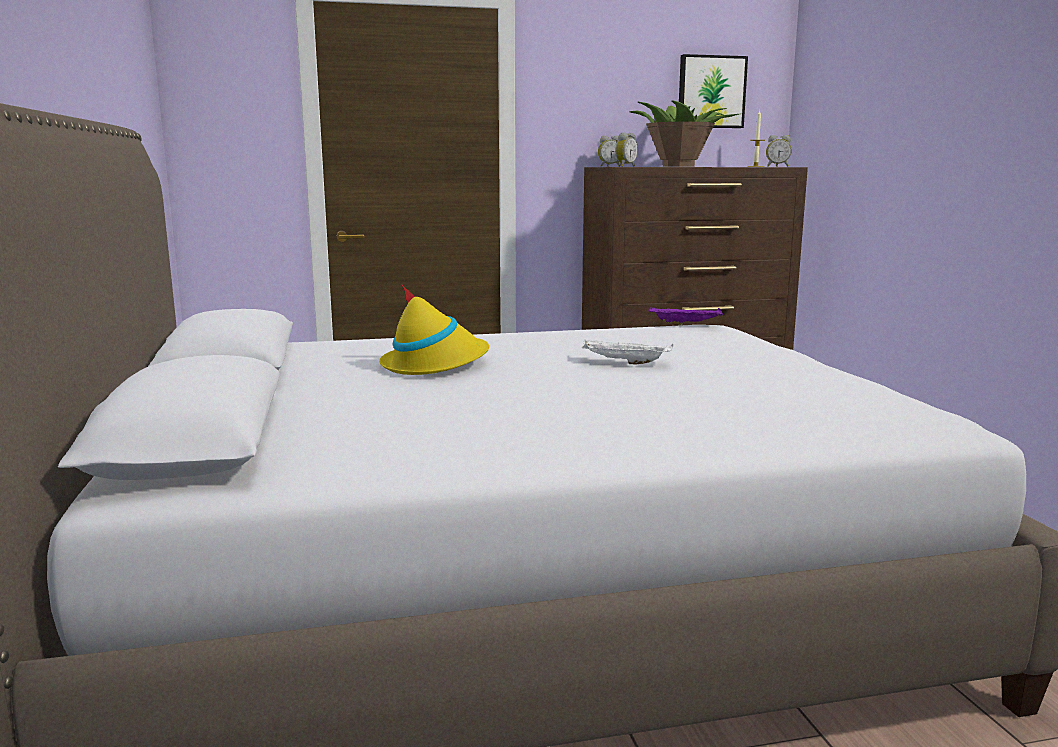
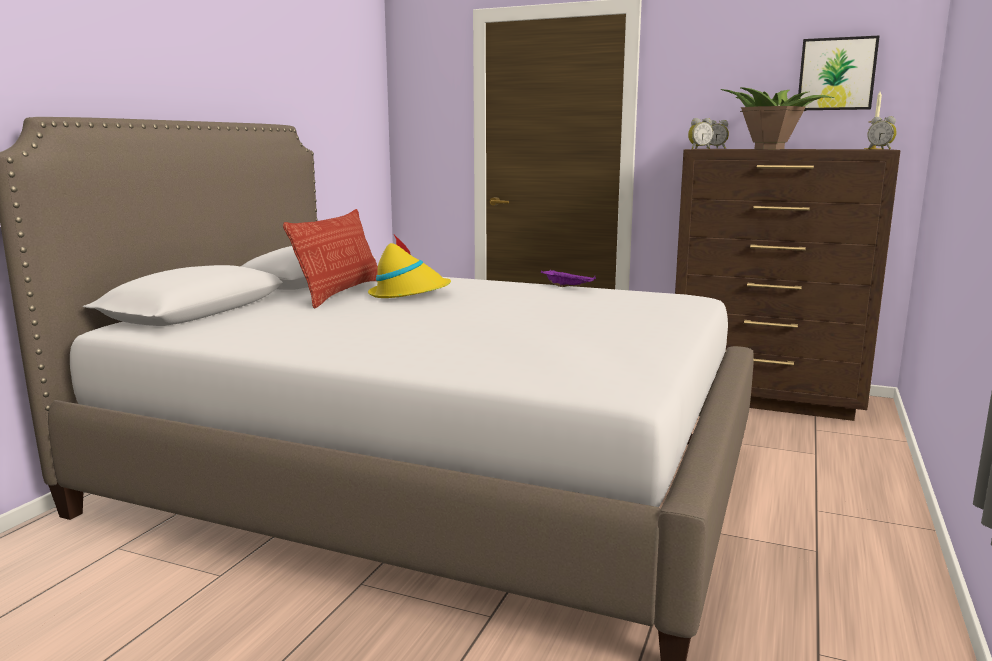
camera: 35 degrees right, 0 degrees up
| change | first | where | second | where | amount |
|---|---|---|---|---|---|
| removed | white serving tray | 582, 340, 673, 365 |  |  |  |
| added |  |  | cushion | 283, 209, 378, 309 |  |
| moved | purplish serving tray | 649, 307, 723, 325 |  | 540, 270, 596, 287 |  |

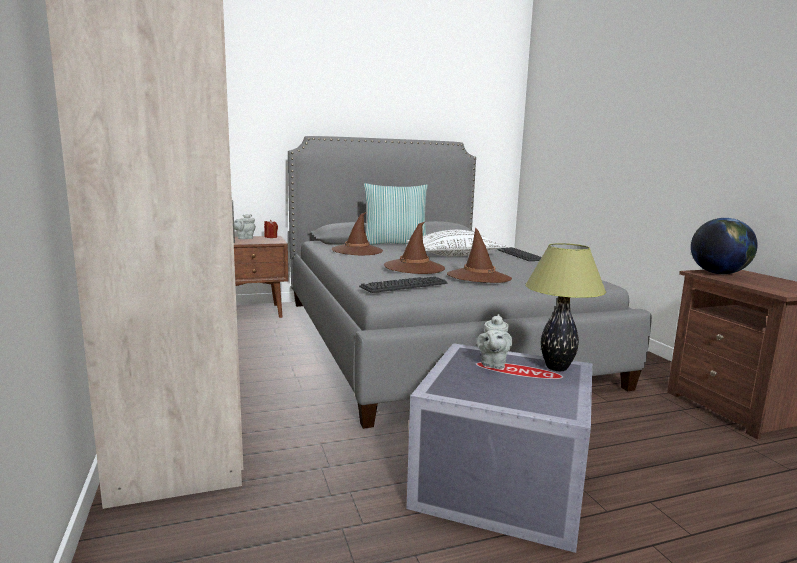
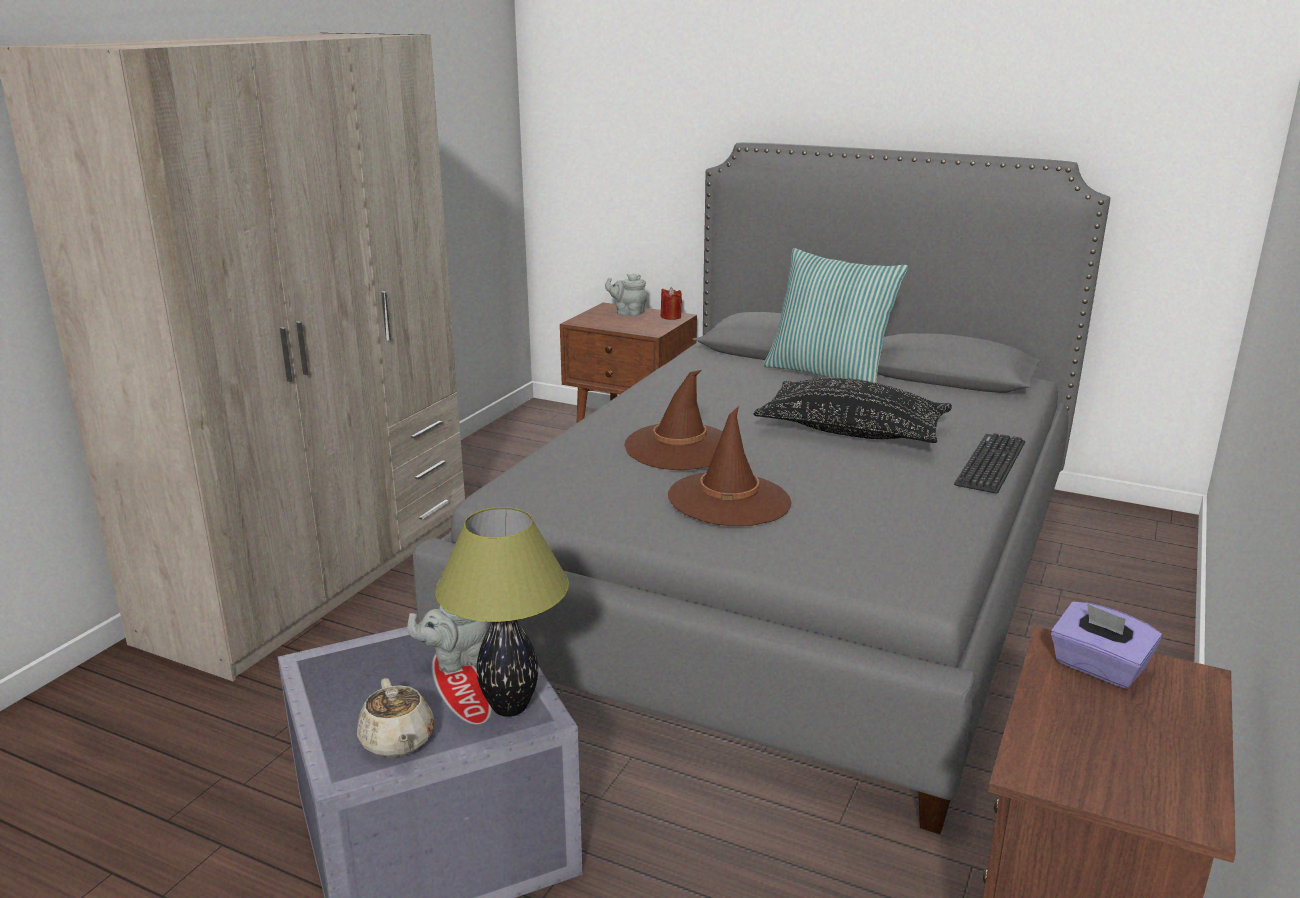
camera: 45 degrees right, 10 degrees up
| change | first | where | second | where | amount |
|---|---|---|---|---|---|
| removed | brown-coloured hat | 332, 212, 383, 255 |  |  |  |
| removed | PC keyboard | 359, 277, 447, 293 |  |  |  |
| added |  |  | sand-coloured pot for tea | 357, 678, 434, 758 |  |
| replaced | globe | 691, 218, 758, 274 | purplish box of tissues | 1051, 601, 1162, 689 |  |
| recoloured | white cushion | 407, 230, 506, 256 | blackish cushion | 754, 378, 952, 443 |  |

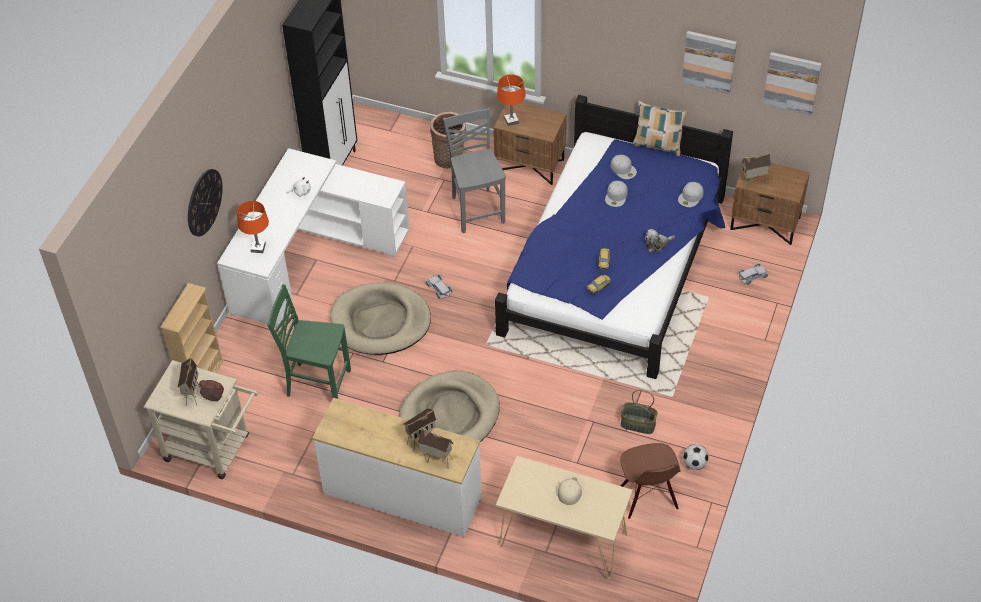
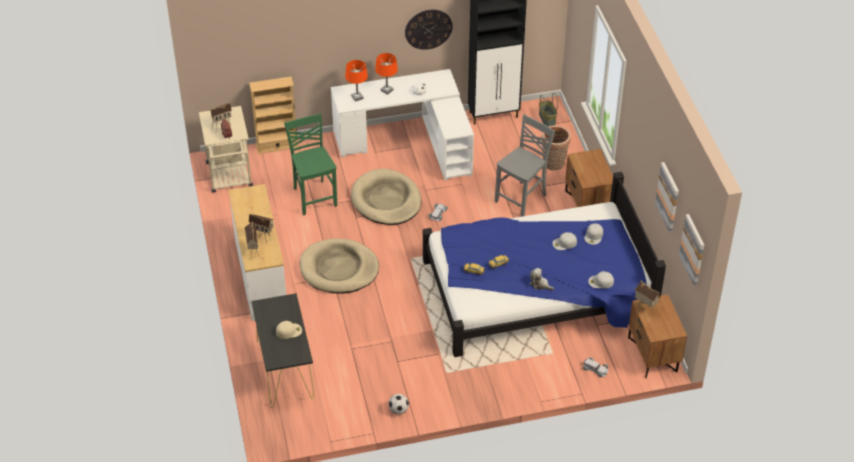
camera: 55 degrees right, 5 degrees down
| change | first | where | second | where | amount |
|---|---|---|---|---|---|
| removed | brown-coloured chair | 620, 443, 680, 519 |  |  |  |
| removed | cushion | 632, 101, 687, 156 |  |  |  |
| moved | wall clock | 188, 169, 223, 236 |  | 405, 9, 453, 50 |  |
| moved | orange-coloured lamp for a table | 497, 74, 525, 126 |  | 375, 53, 398, 95 |  |
| moved | household basket | 621, 390, 658, 434 |  | 539, 93, 558, 127 |  |
| recoloured | sand-coloured console table | 496, 456, 633, 580 | blackish console table | 251, 293, 315, 407 |  |

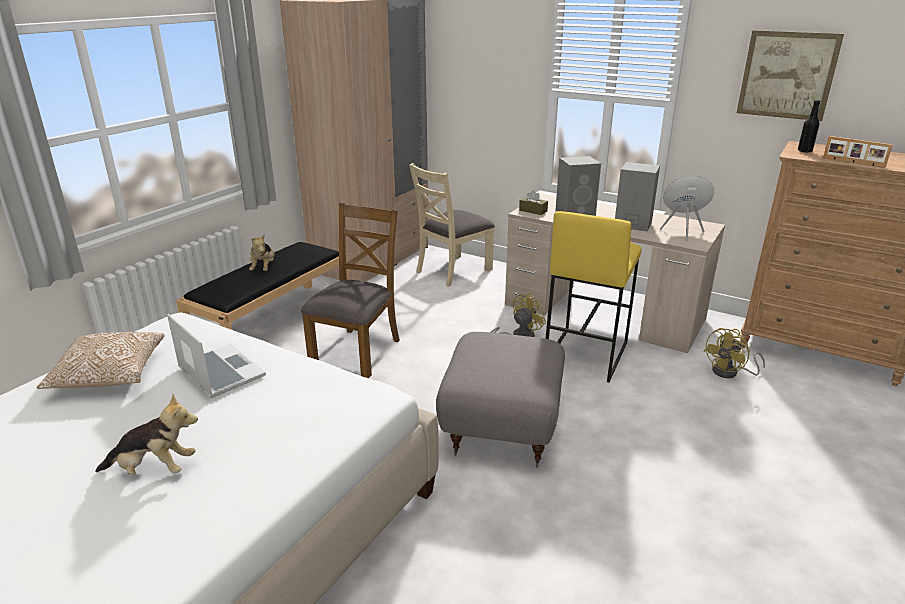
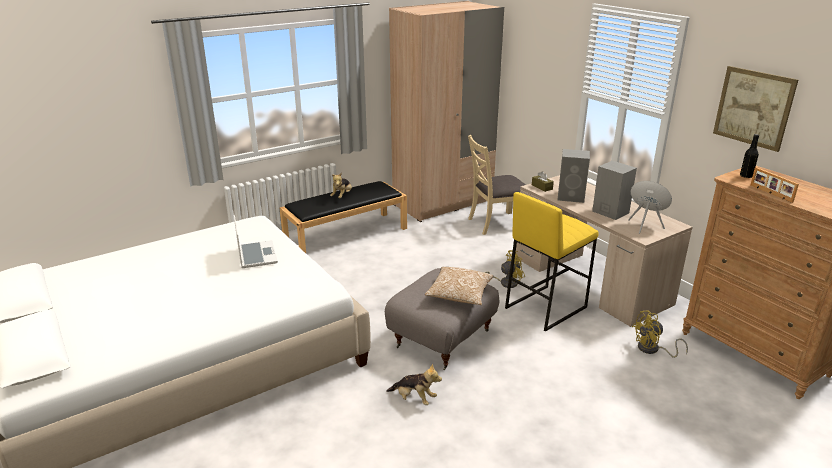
camera: 25 degrees right, 0 degrees up
| change | first | where | second | where | amount |
|---|---|---|---|---|---|
| removed | brown-coloured chair | 301, 203, 400, 378 |  |  |  |
| moved | cushion | 37, 332, 165, 389 |  | 425, 267, 493, 305 |  |
| moved | plush toy | 95, 394, 198, 475 |  | 386, 363, 442, 405 |  |

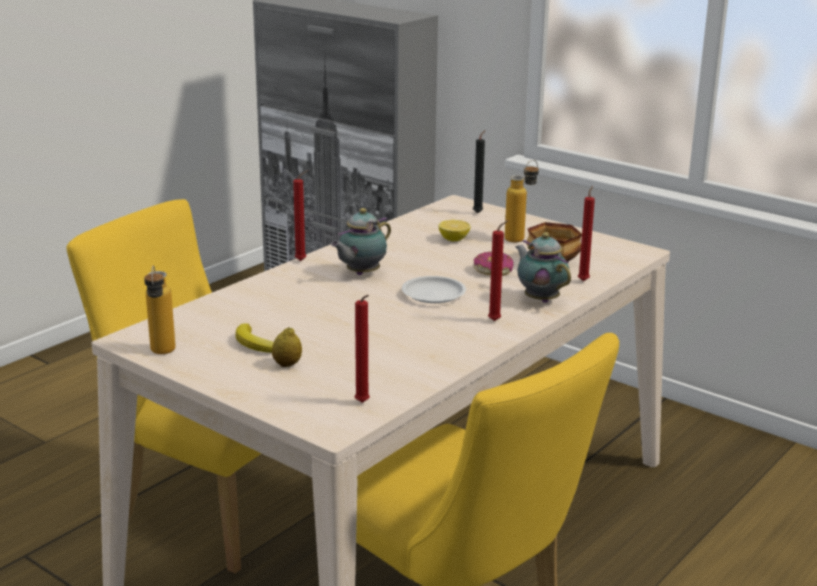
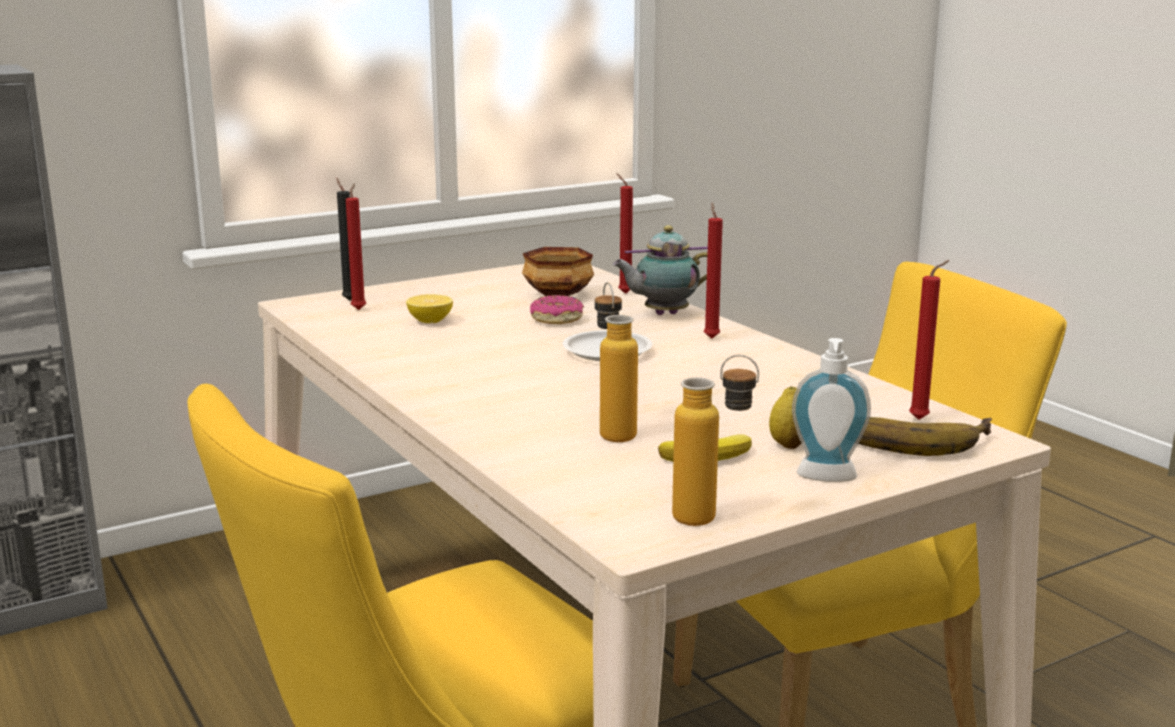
camera: 70 degrees left, 5 degrees down
| change | first | where | second | where | amount |
|---|---|---|---|---|---|
| removed | pot for tea | 331, 208, 391, 275 |  |  |  |
| added |  |  | liquid soap bottle | 792, 338, 871, 482 |  |
| added |  |  | banana fruit | 858, 417, 992, 456 |  |
| moved | red-coloured candle | 293, 170, 308, 261 |  | 346, 183, 366, 310 |  |
| moved | drink bottle | 505, 160, 539, 243 |  | 595, 282, 638, 442 |  |

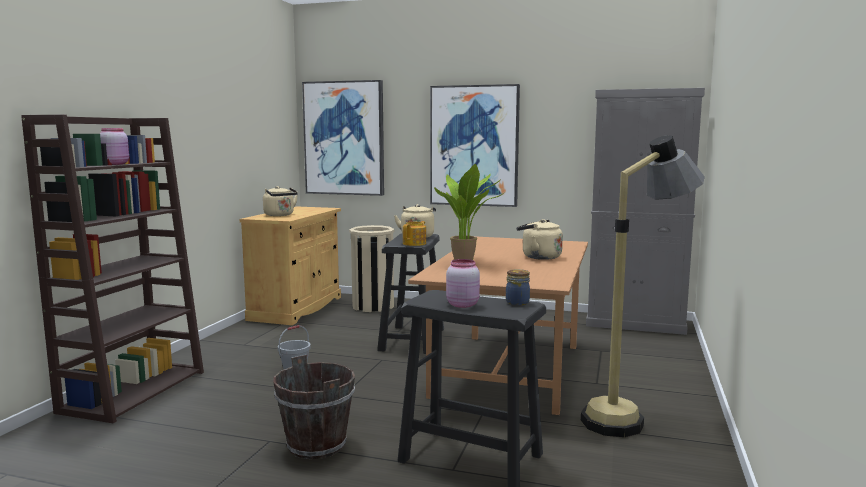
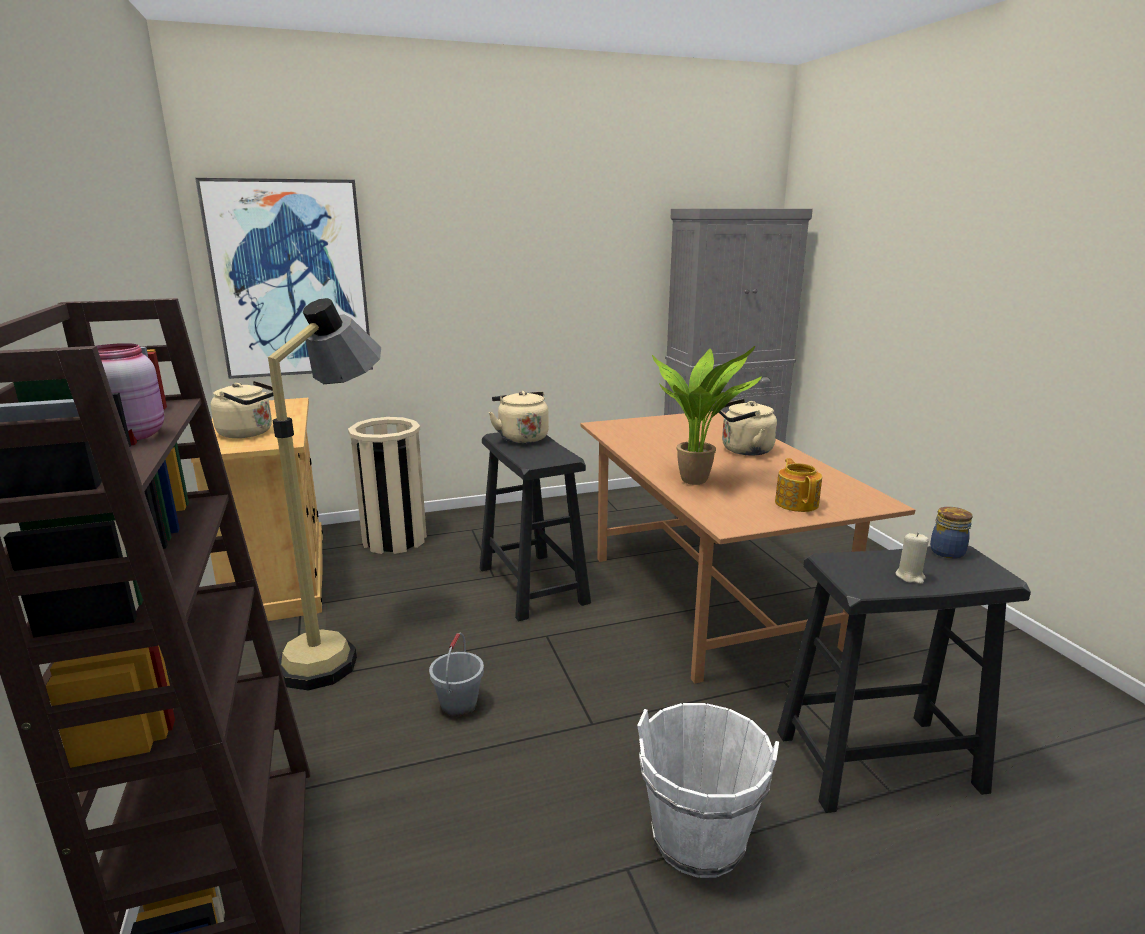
camera: 35 degrees left, 10 degrees up
| change | first | where | second | where | amount |
|---|---|---|---|---|---|
| removed | wall picture | 430, 84, 520, 207 |  |  |  |
| moved | pot for tea | 403, 221, 426, 246 |  | 775, 458, 822, 512 |  |
| moved | standing lamp | 581, 135, 705, 437 |  | 268, 298, 381, 690 |  |
| replaced | pink-coloured storage jar | 446, 259, 480, 308 | sand-coloured candle | 895, 533, 929, 584 |  |
| recoloured | brown-coloured bucket | 273, 355, 355, 459 | white bucket | 637, 703, 779, 878 |  |

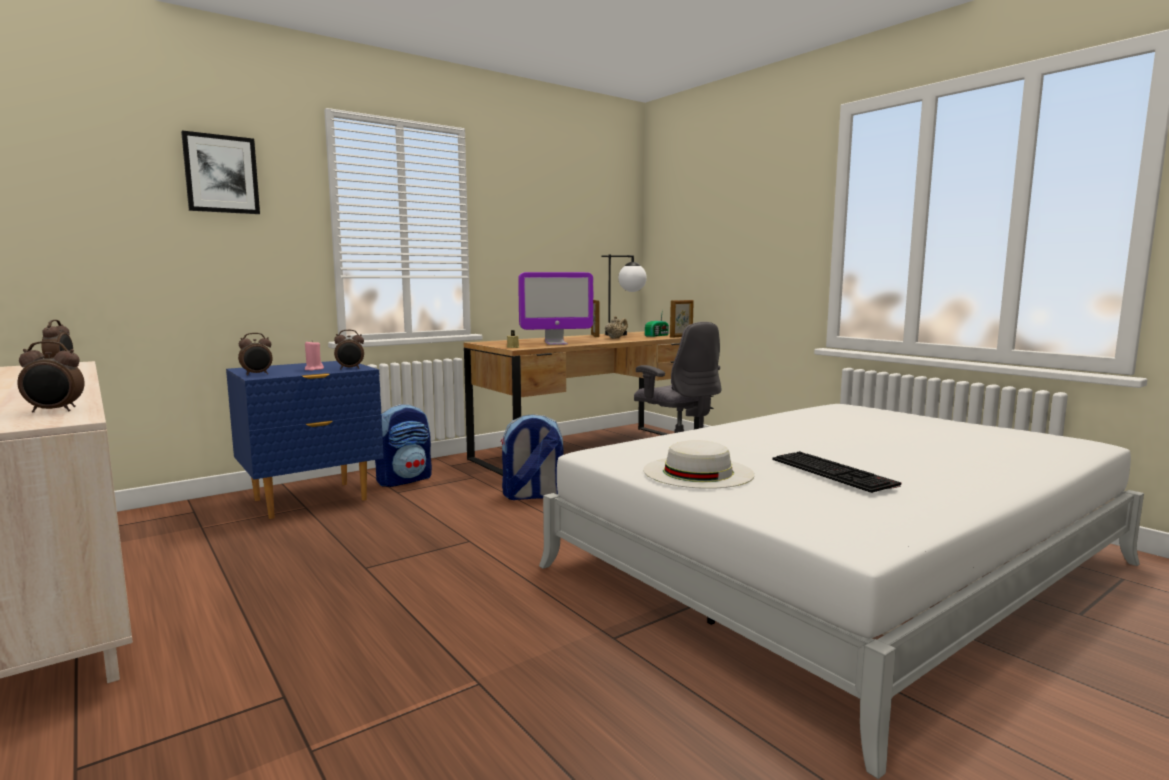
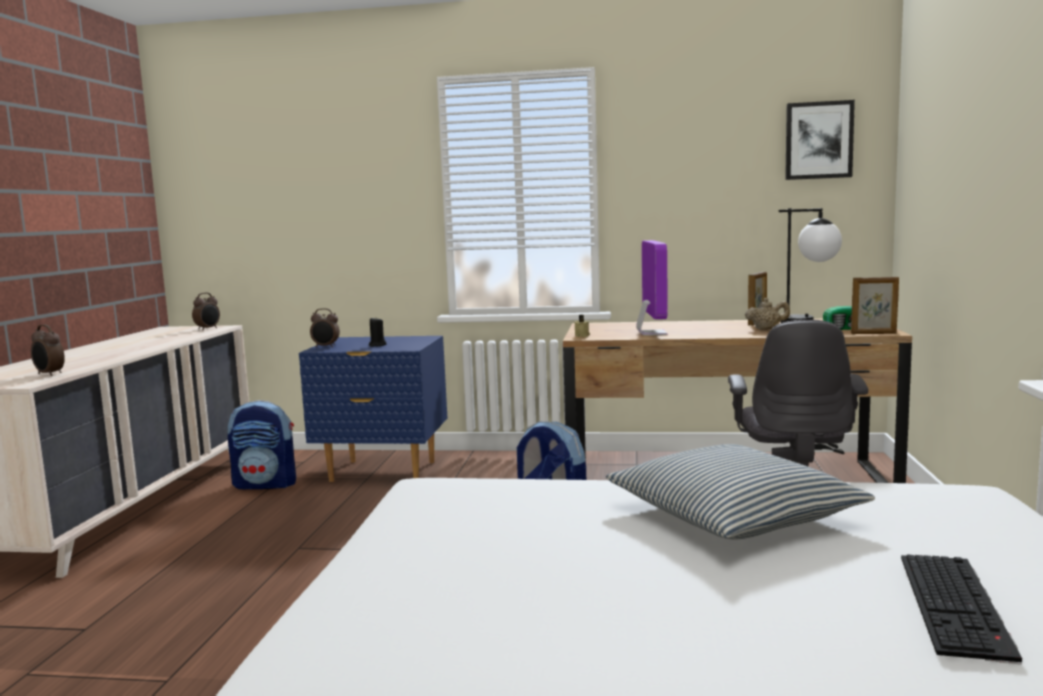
camera: 45 degrees right, 0 degrees up
| change | first | where | second | where | amount |
|---|---|---|---|---|---|
| removed | alarm clock | 334, 330, 364, 369 |  |  |  |
| removed | white hat | 644, 440, 755, 489 |  |  |  |
| added |  |  | cushion | 606, 444, 875, 539 |  |
| moved | wall picture | 181, 131, 260, 214 |  | 785, 100, 855, 180 |  |
| moved | knapsack | 375, 404, 432, 487 |  | 228, 400, 296, 489 |  |
| moved | PC keyboard | 773, 451, 901, 493 |  | 901, 554, 1022, 665 |  |
| recoloured | pink-coloured candle | 305, 340, 324, 371 | blackish candle | 369, 318, 386, 347 |  |
| turned | computer screen | 518, 272, 593, 345 |  | 636, 240, 668, 336 | 120 degrees counterclockwise |

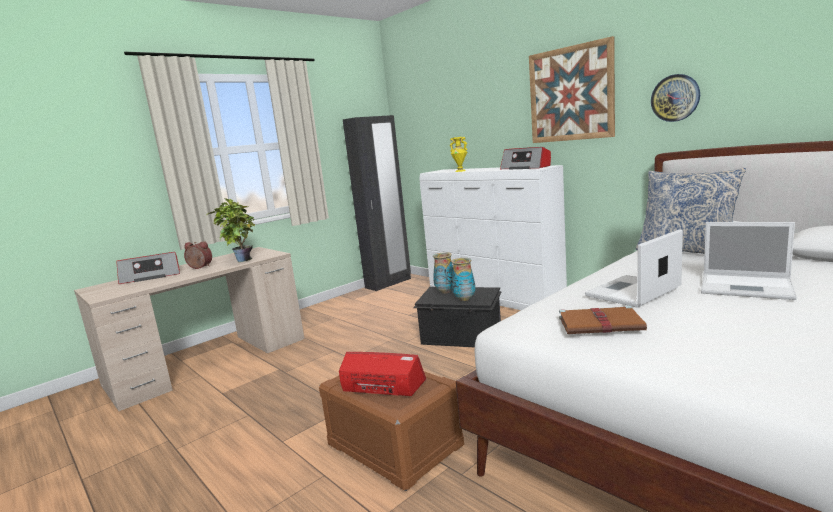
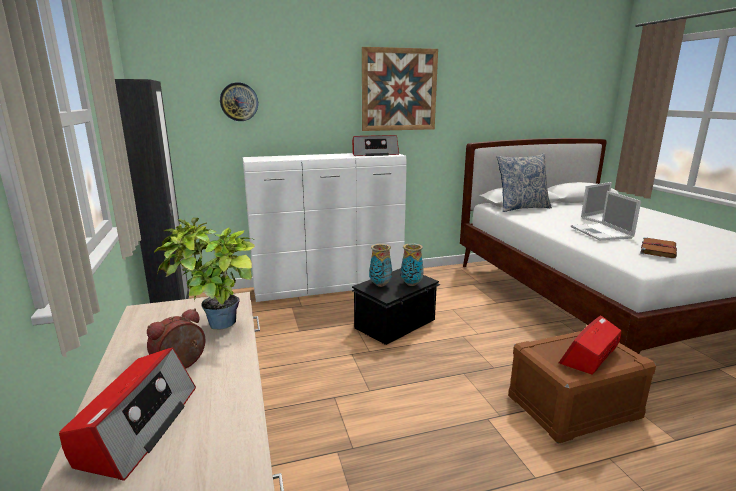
camera: 65 degrees left, 5 degrees up
| change | first | where | second | where | amount |
|---|---|---|---|---|---|
| removed | yellowish decorative vase | 450, 137, 468, 172 |  |  |  |
| moved | wall clock | 651, 74, 700, 122 |  | 220, 83, 258, 121 |  |

